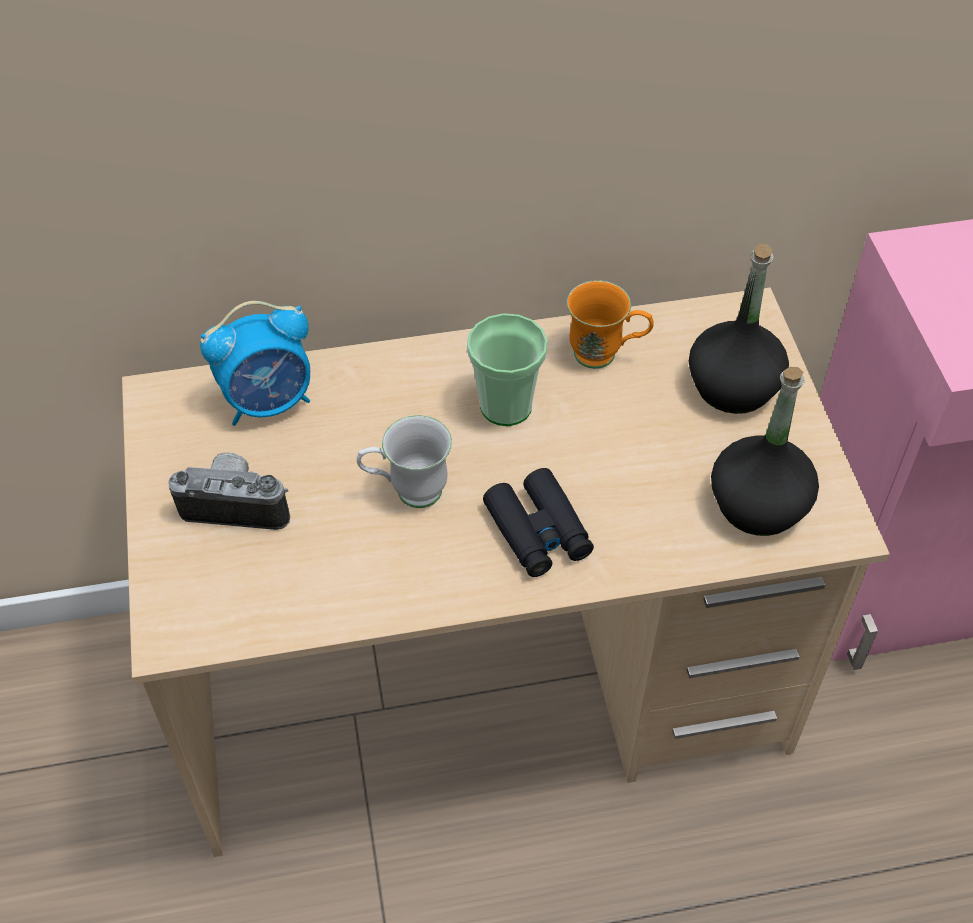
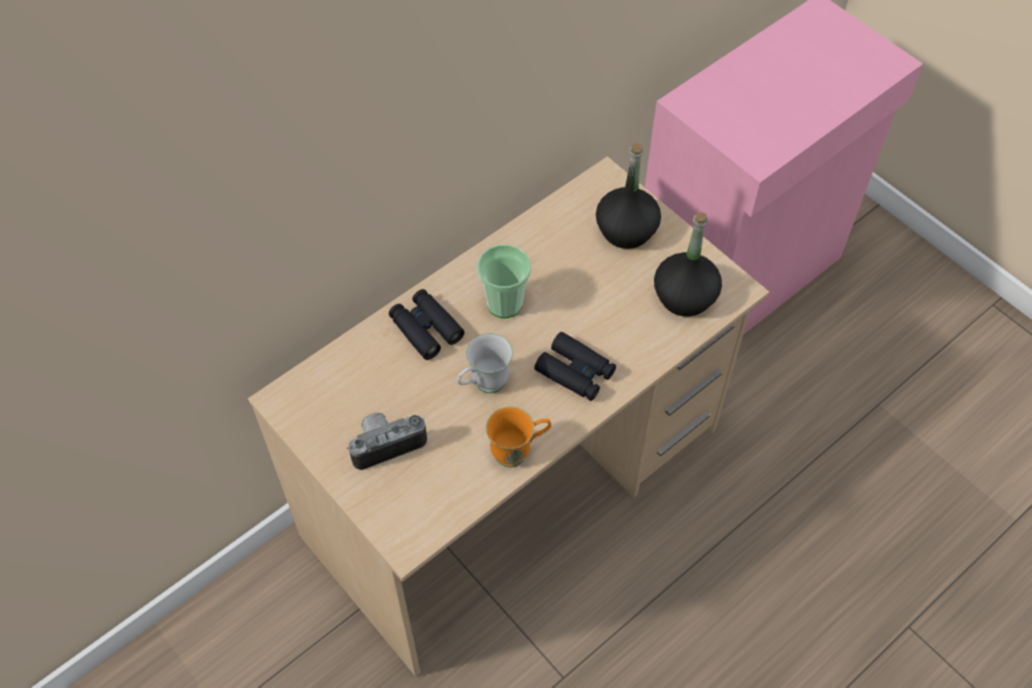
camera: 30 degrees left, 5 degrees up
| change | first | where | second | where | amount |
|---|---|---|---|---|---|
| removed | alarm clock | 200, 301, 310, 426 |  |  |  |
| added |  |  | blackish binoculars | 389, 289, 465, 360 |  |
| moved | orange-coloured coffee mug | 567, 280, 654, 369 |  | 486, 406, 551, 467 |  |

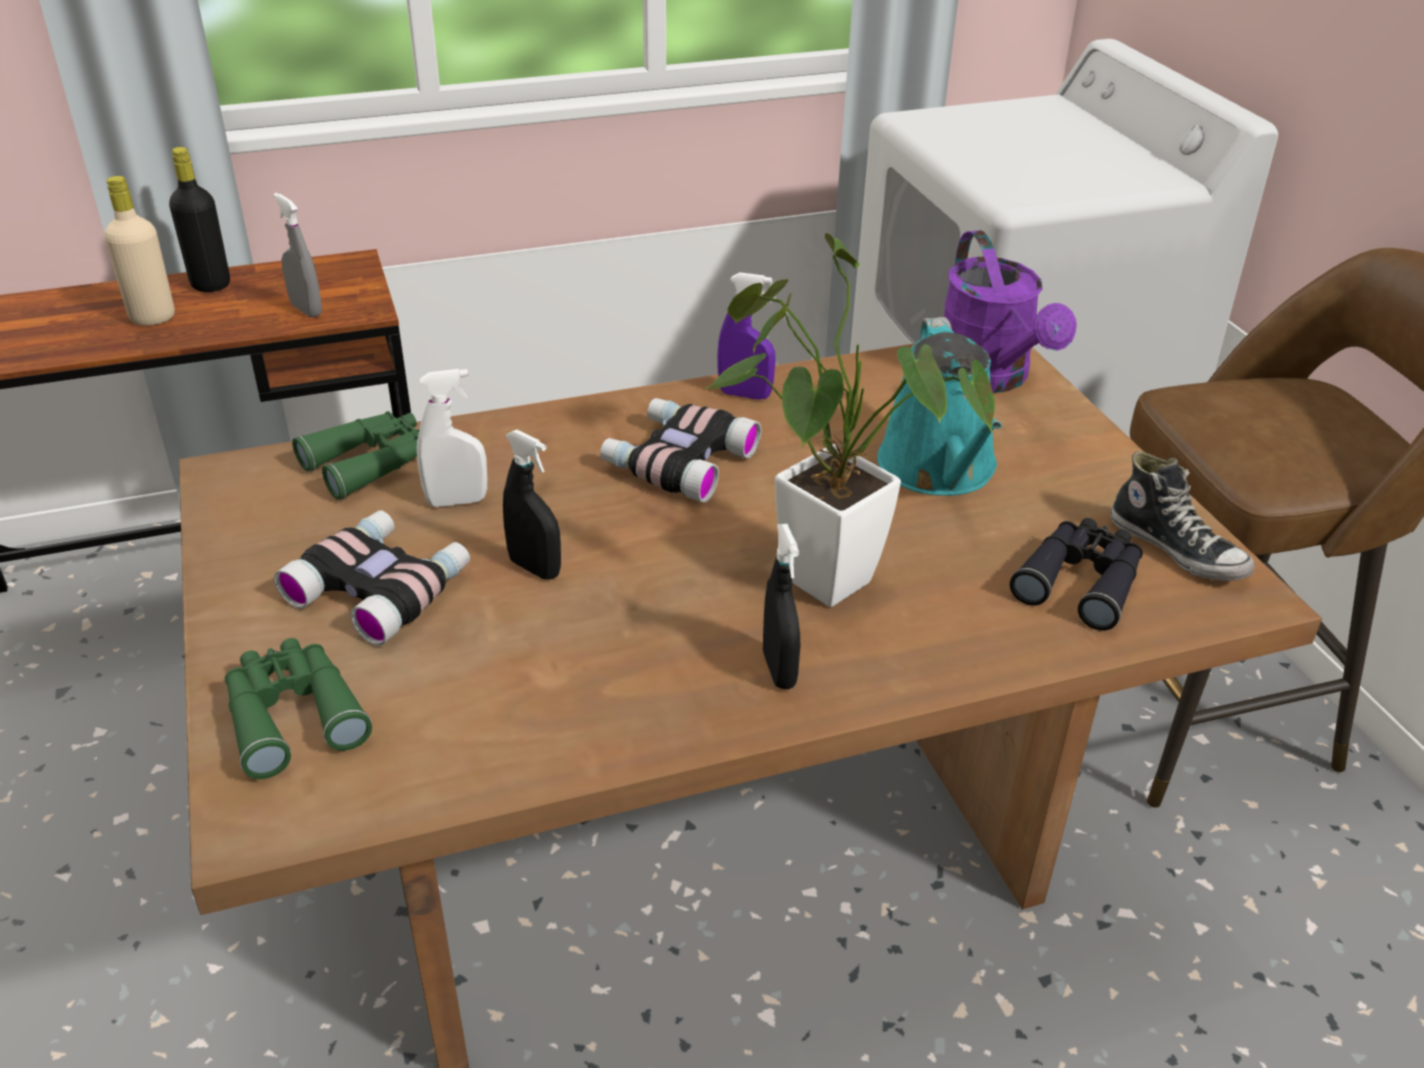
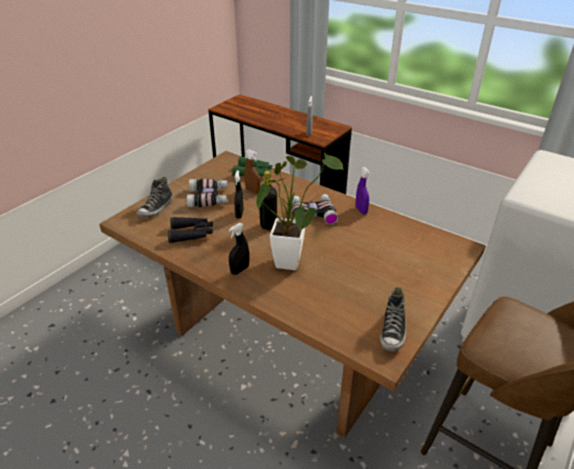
camera: 55 degrees right, 0 degrees up
| change | first | where | second | where | amount |
|---|---|---|---|---|---|
| removed | sand-coloured drink bottle | 104, 176, 175, 326 |  |  |  |
| removed | blue-green watering can | 877, 317, 1002, 496 |  |  |  |
| removed | purplish watering can | 944, 230, 1077, 393 |  |  |  |
| moved | blackish drink bottle | 169, 147, 230, 292 |  | 259, 171, 277, 230 |  |
| moved | blackish binoculars | 1010, 518, 1143, 631 |  | 168, 217, 213, 243 |  |
| replaced | green-coloured binoculars | 225, 638, 372, 779 | item of footwear | 137, 177, 173, 218 |  |
| recoloured | white hand sprayer | 417, 369, 487, 507 | brown-coloured hand sprayer | 244, 149, 261, 194 |  |

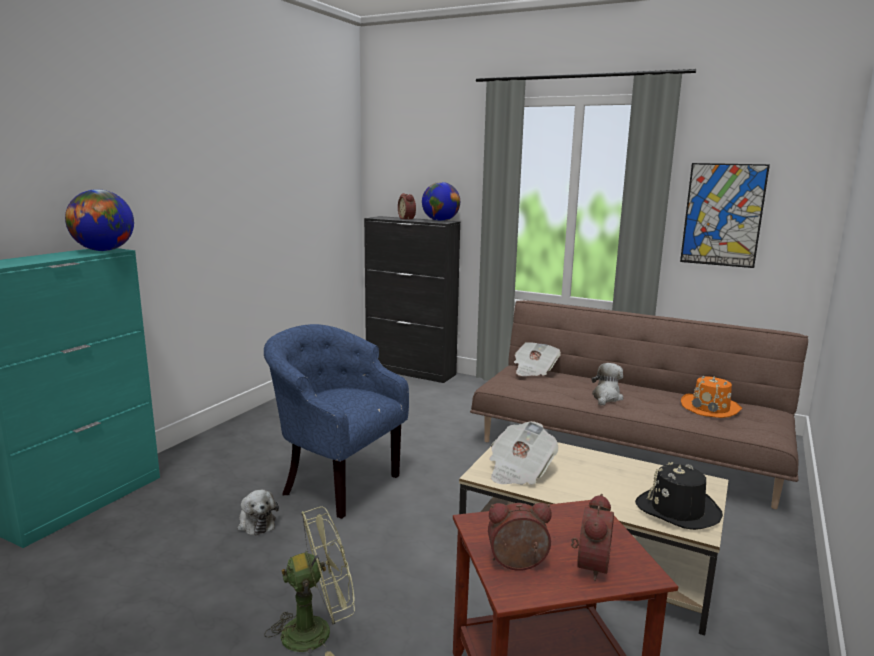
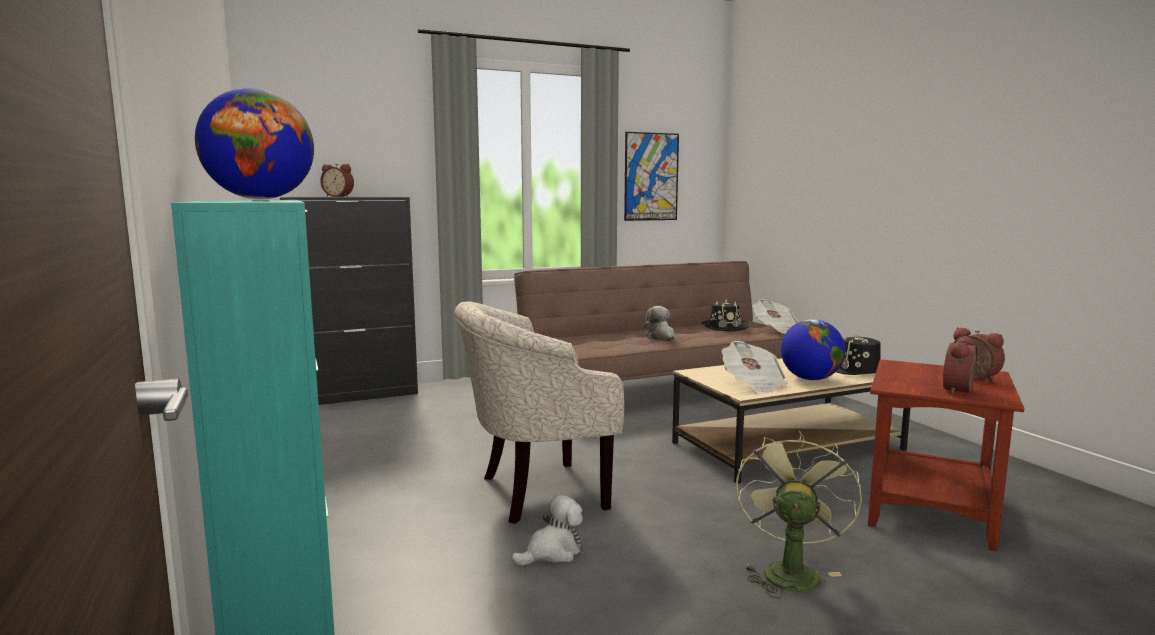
camera: 50 degrees left, 5 degrees down
| change | first | where | second | where | amount |
|---|---|---|---|---|---|
| moved | globe | 422, 182, 460, 221 |  | 781, 319, 845, 380 |  |
| moved | newspaper | 514, 342, 561, 376 |  | 753, 299, 798, 333 |  |
| recoloured | blue armchair | 264, 324, 409, 519 | sand-coloured armchair | 454, 301, 624, 524 |  |
| recoloured | orange-coloured hat | 681, 376, 742, 418 | blackish hat | 701, 299, 749, 332 |  |
| turned | plush toy | 238, 490, 279, 535 |  | 511, 495, 583, 566 | 45 degrees counterclockwise |

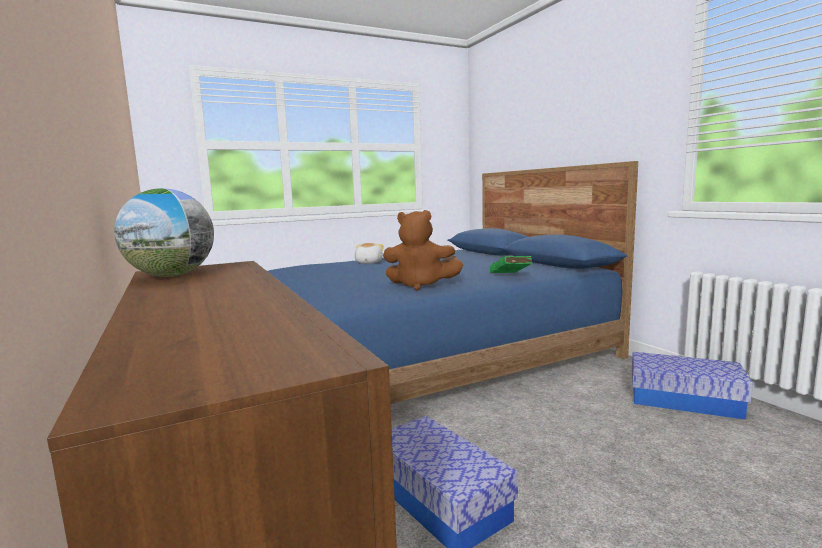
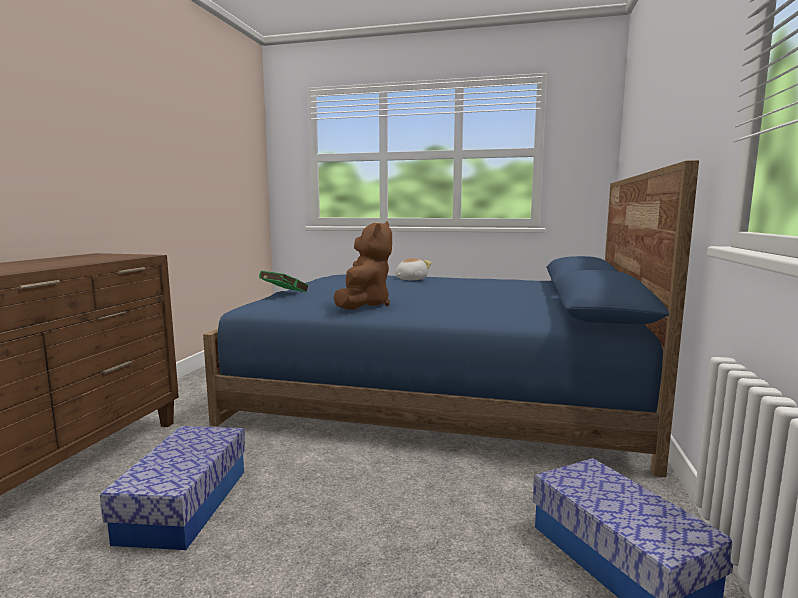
camera: 40 degrees right, 0 degrees up
| change | first | where | second | where | amount |
|---|---|---|---|---|---|
| removed | globe | 114, 188, 214, 277 |  |  |  |
| moved | green-coloured bound book | 490, 256, 532, 273 |  | 259, 271, 308, 292 |  |
| turned | brown-coloured plush toy | 383, 210, 463, 290 |  | 334, 221, 392, 310 | 135 degrees counterclockwise |

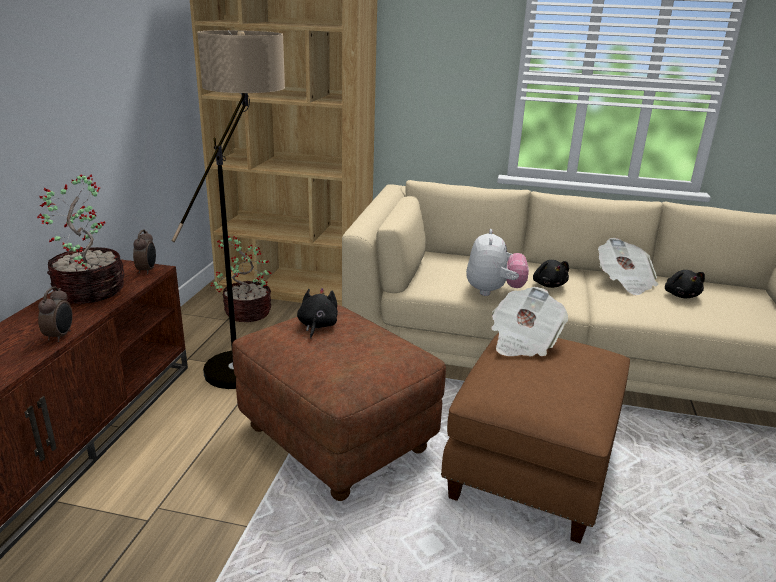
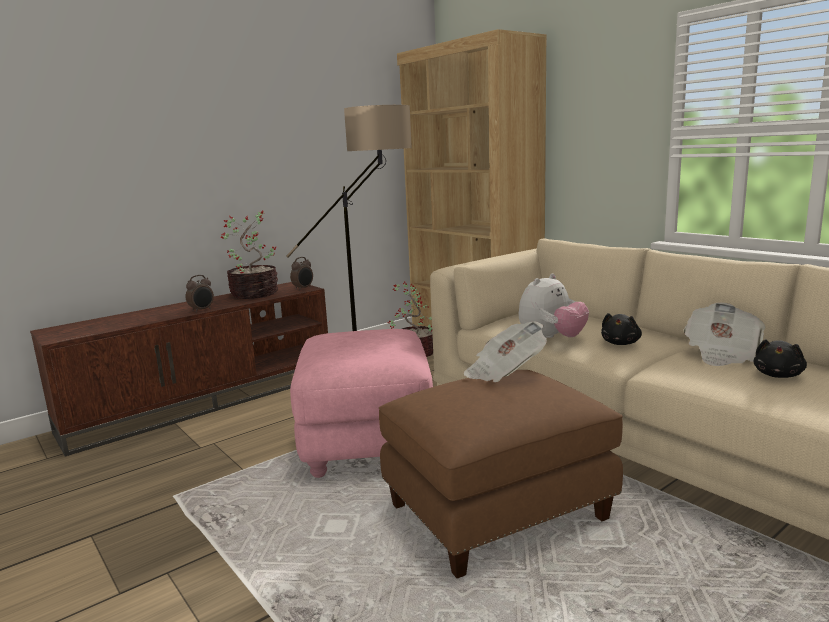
camera: 40 degrees right, 10 degrees down
| change | first | where | second | where | amount |
|---|---|---|---|---|---|
| removed | blackish plush toy | 297, 288, 338, 338 |  |  |  |
| recoloured | brown-coloured pouffe | 232, 304, 446, 501 | pink-coloured pouffe | 290, 329, 433, 478 |  |

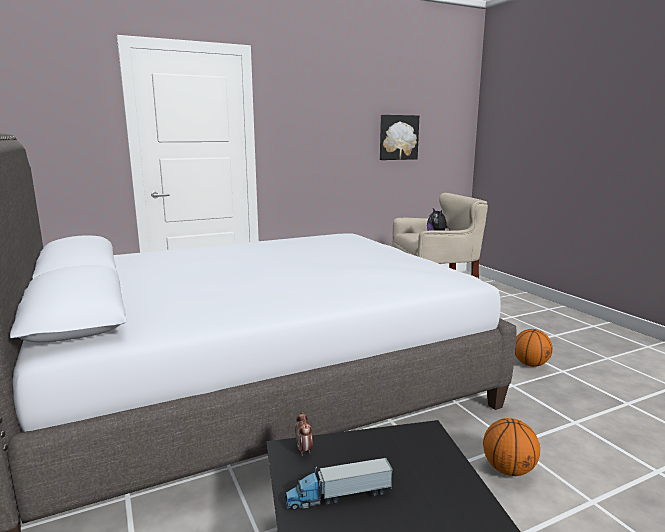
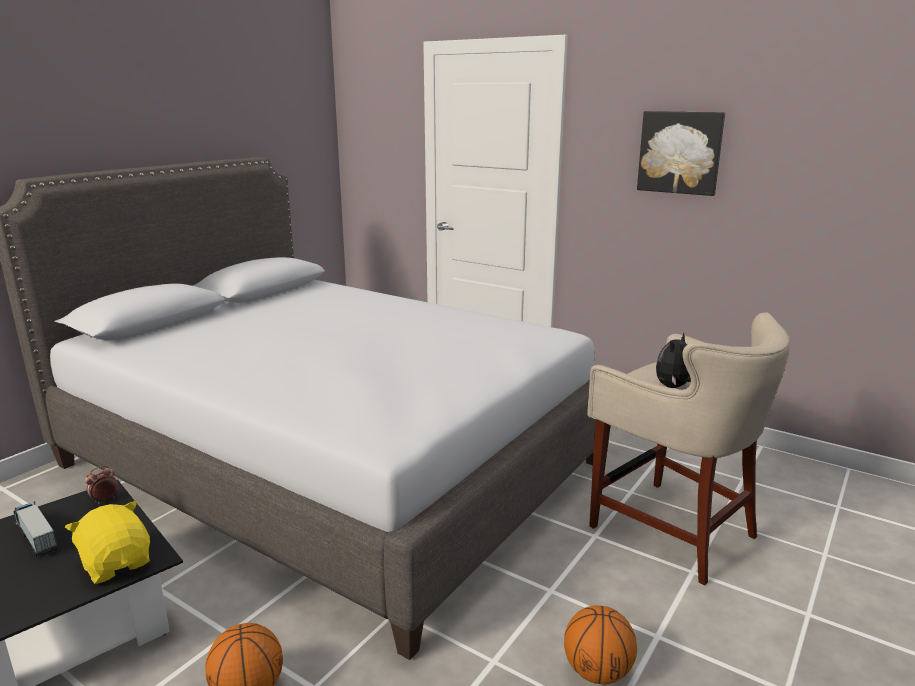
camera: 60 degrees right, 5 degrees up
| change | first | where | second | where | amount |
|---|---|---|---|---|---|
| added |  |  | yellowish plush toy | 65, 501, 150, 584 |  |
| moved | wall picture | 380, 115, 419, 160 |  | 637, 111, 725, 196 |  |

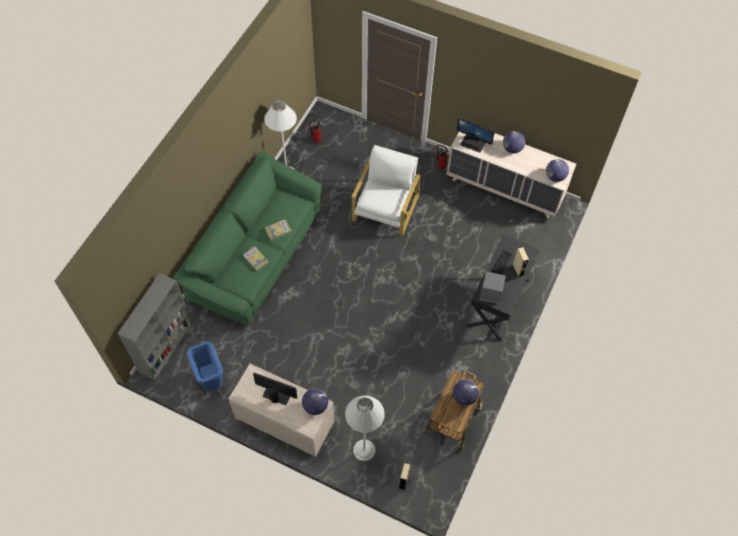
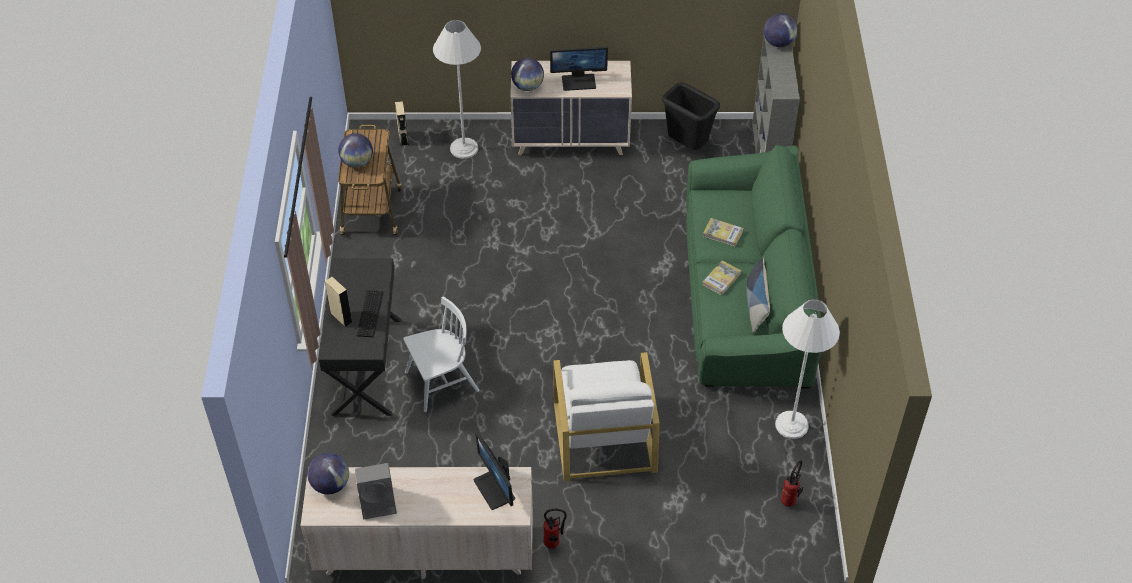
camera: 155 degrees right, 10 degrees down
| change | first | where | second | where | amount |
|---|---|---|---|---|---|
| added |  |  | white chair | 403, 297, 479, 412 |  |
| added |  |  | cushion | 746, 257, 770, 334 |  |
| moved | grey speaker | 479, 271, 506, 304 |  | 355, 463, 397, 519 |  |
| moved | globe | 503, 131, 525, 154 |  | 764, 13, 797, 47 |  |
| recoloured | blue trash can | 187, 342, 223, 391 | blackish trash can | 662, 82, 720, 150 |  |
| turned | computer screen | 457, 118, 495, 153 |  | 474, 432, 515, 510 | 120 degrees counterclockwise |

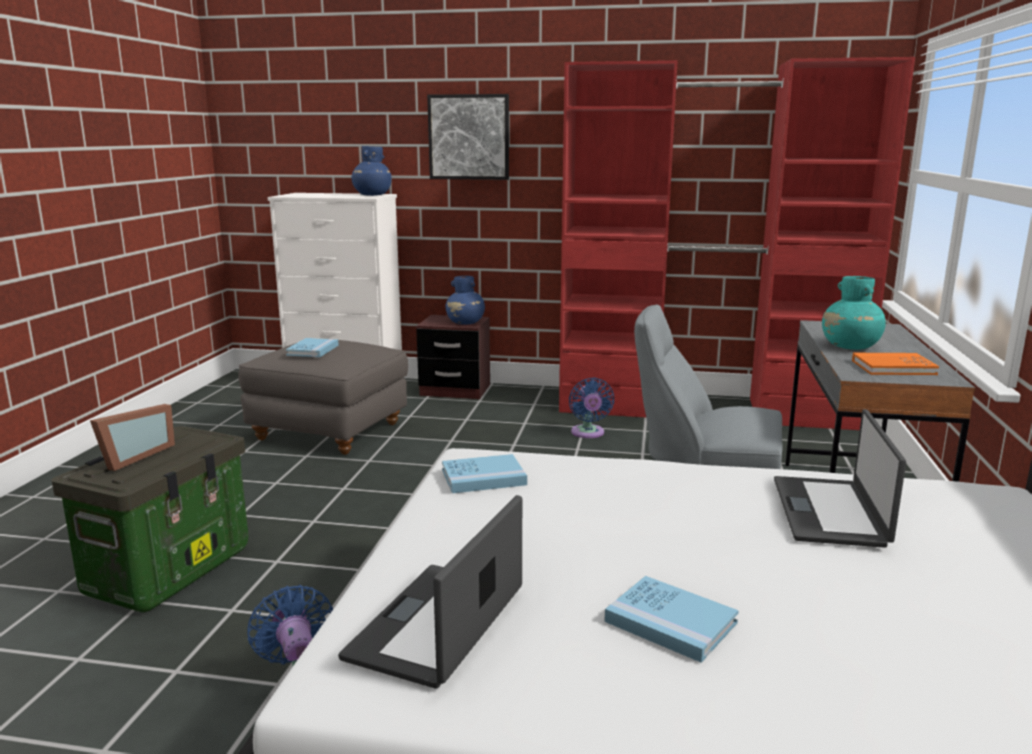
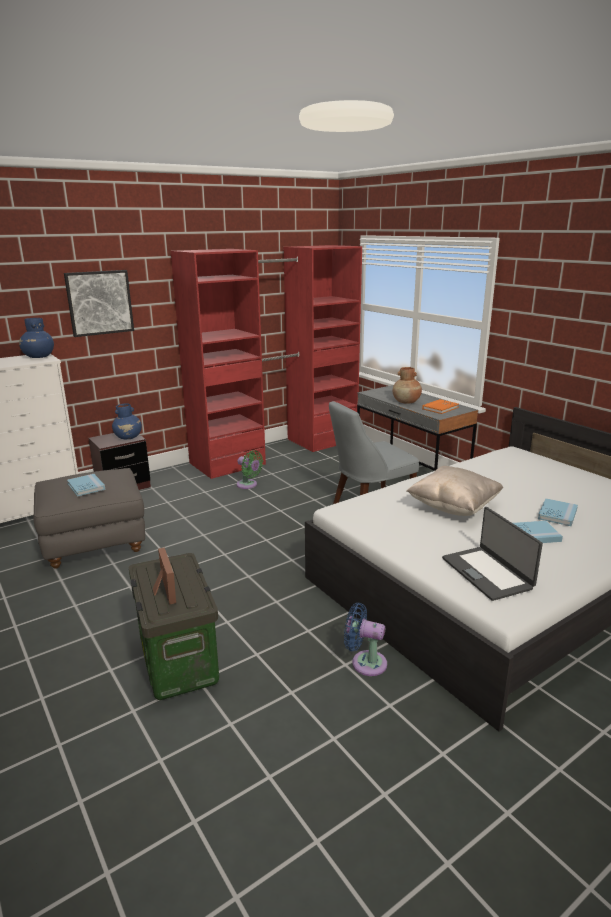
camera: 45 degrees left, 5 degrees up
| change | first | where | second | where | amount |
|---|---|---|---|---|---|
| removed | laptop | 774, 409, 906, 548 |  |  |  |
| added |  |  | sand-coloured cushion | 406, 466, 504, 516 |  |
| moved | blue bound book | 442, 454, 527, 493 |  | 538, 498, 578, 526 |  |
| recoloured | blue cooling fan | 569, 378, 614, 438 | green-coloured cooling fan | 236, 450, 263, 489 |  |
| recoloured | blue-green decorative vase | 822, 276, 886, 350 | brown-coloured decorative vase | 393, 367, 422, 404 |  |

